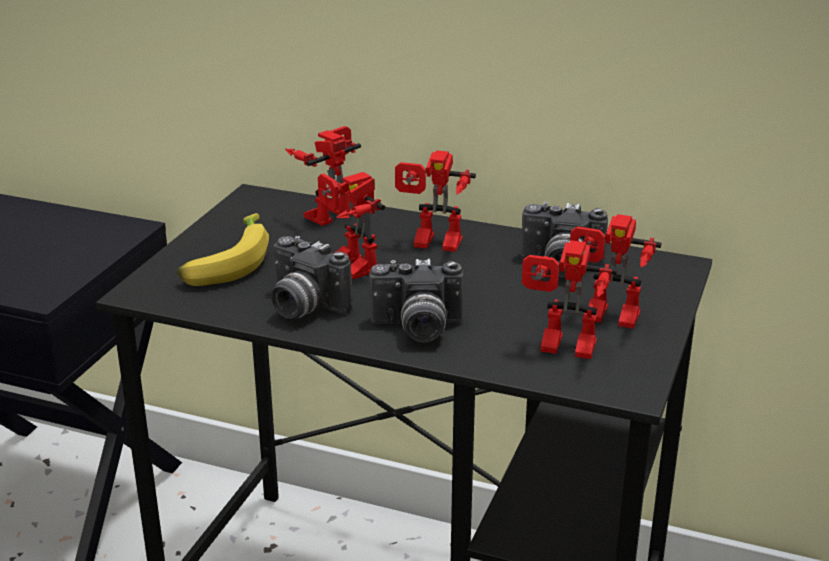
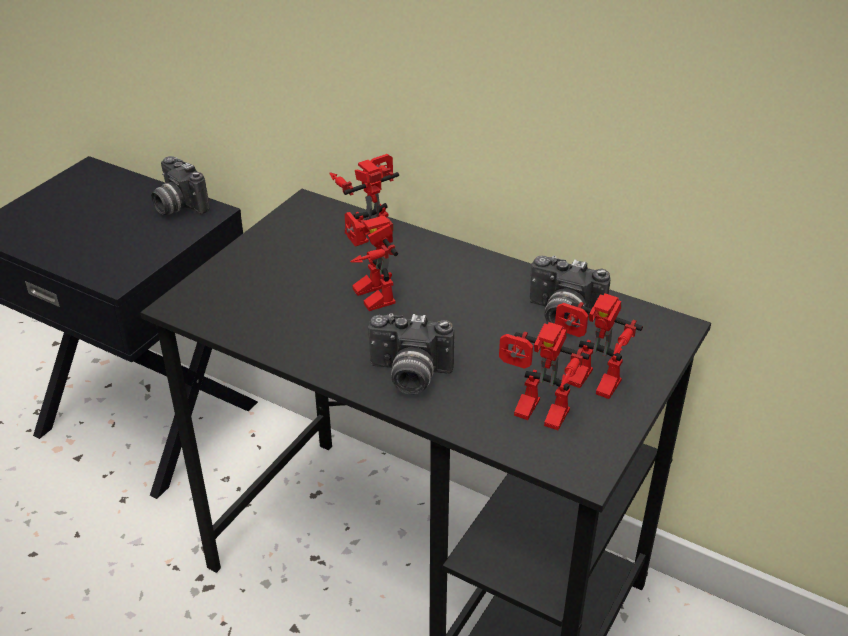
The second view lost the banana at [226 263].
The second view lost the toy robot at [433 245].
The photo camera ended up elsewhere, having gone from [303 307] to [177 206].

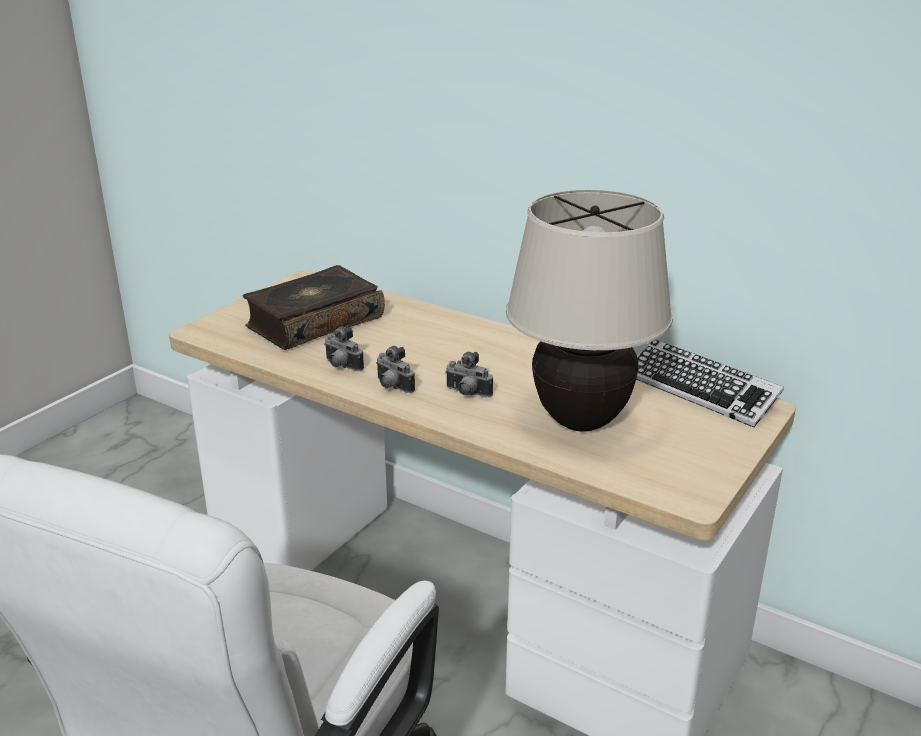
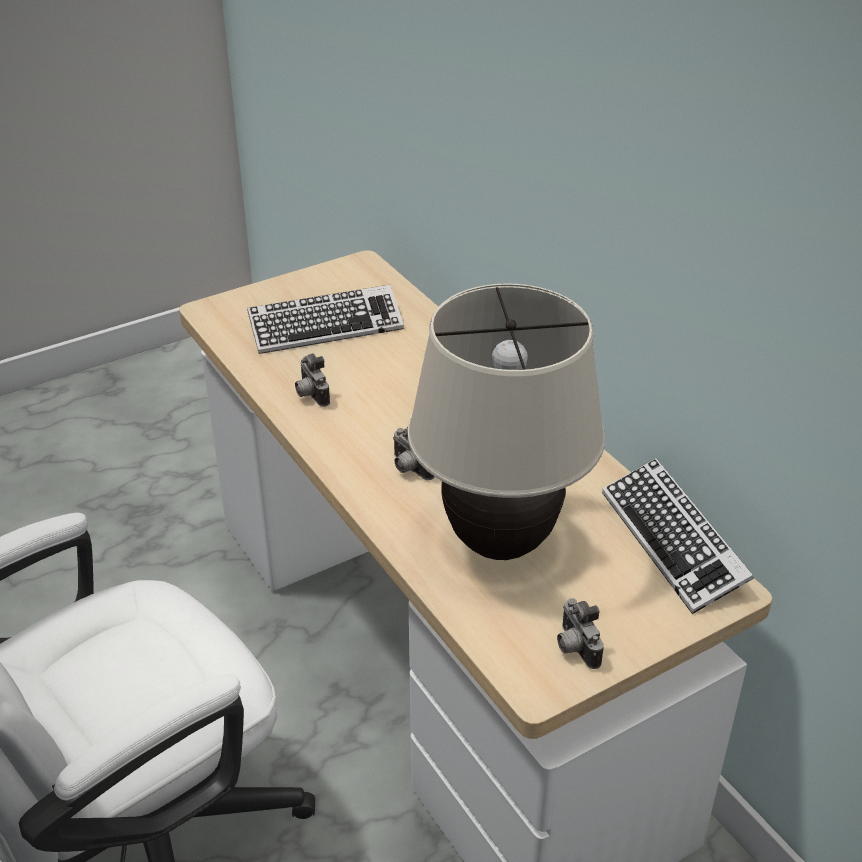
The photo camera ended up elsewhere, having gone from [392 387] to [574 648].
Where the book stood at [314 322], the keyboard came to stand at [326 327].

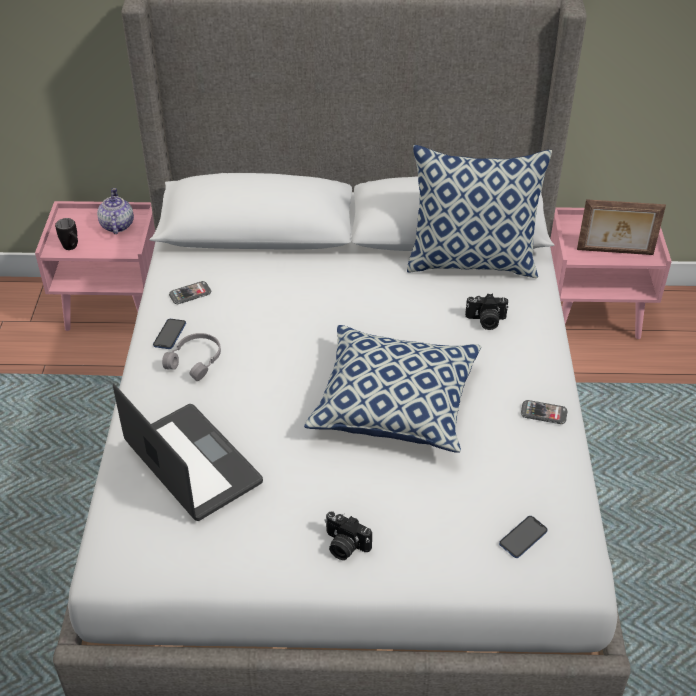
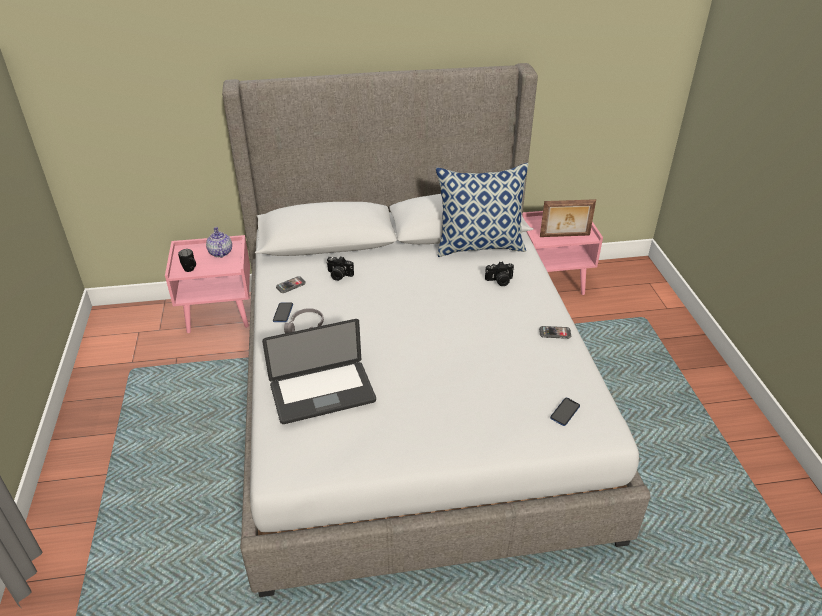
The second view lost the pillow at [395 404].
The photo camera ended up elsewhere, having gone from [344 546] to [338 275].
The laptop at [193 463] ended up facing another way, 120 degrees clockwise from before.

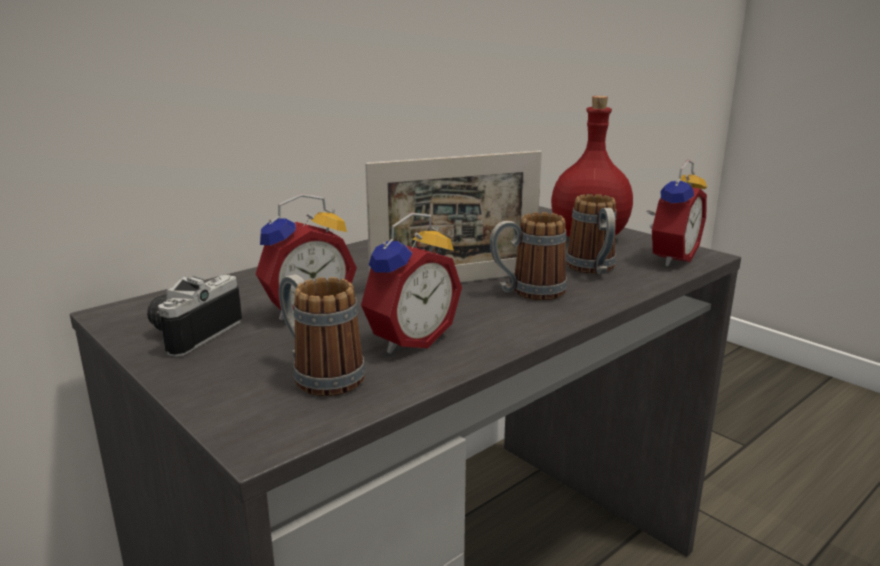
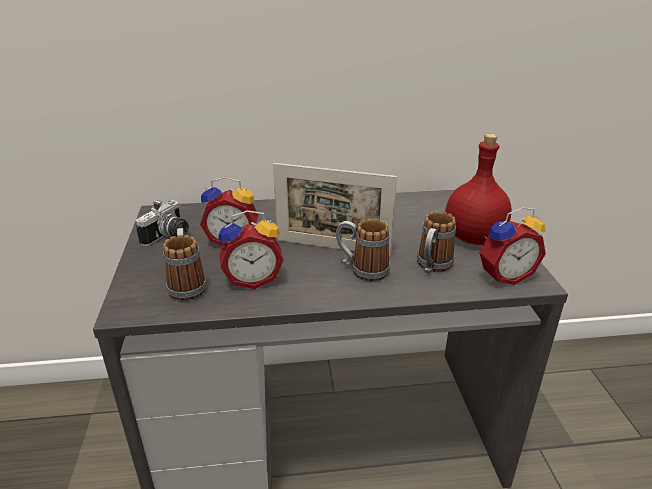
The photo camera at [190 333] ended up facing another way, 150 degrees clockwise from before.

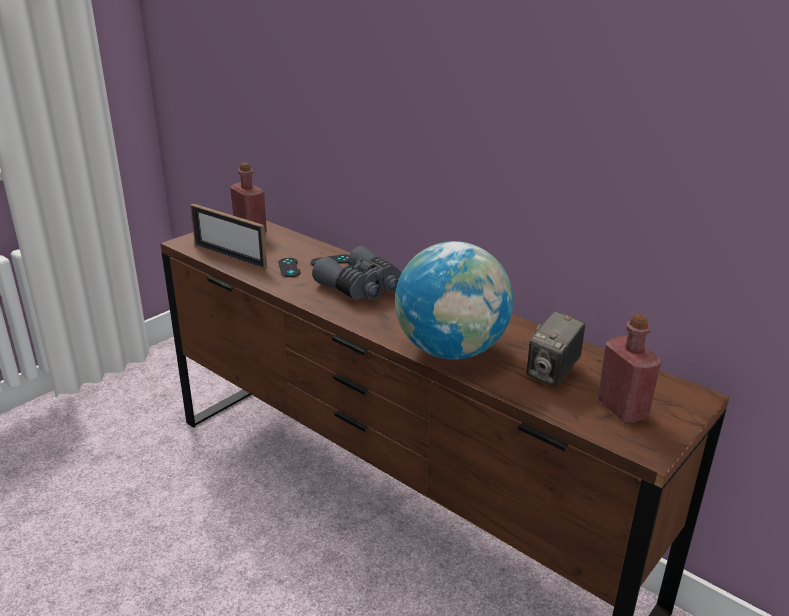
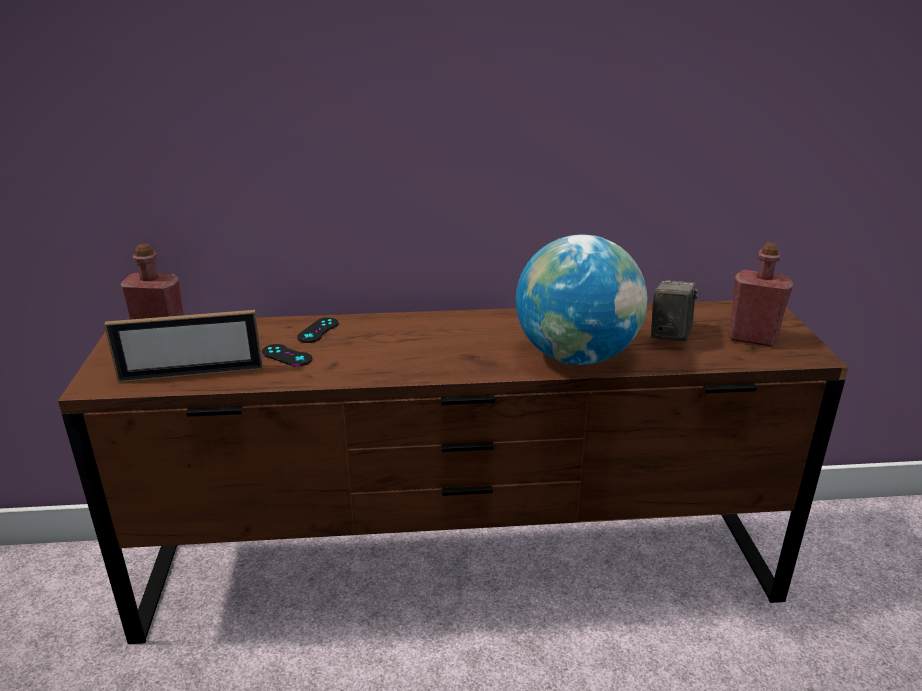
The second view lost the binoculars (grey) at [362 288].
The photo camera at [552 373] ended up facing another way, 150 degrees counterclockwise from before.

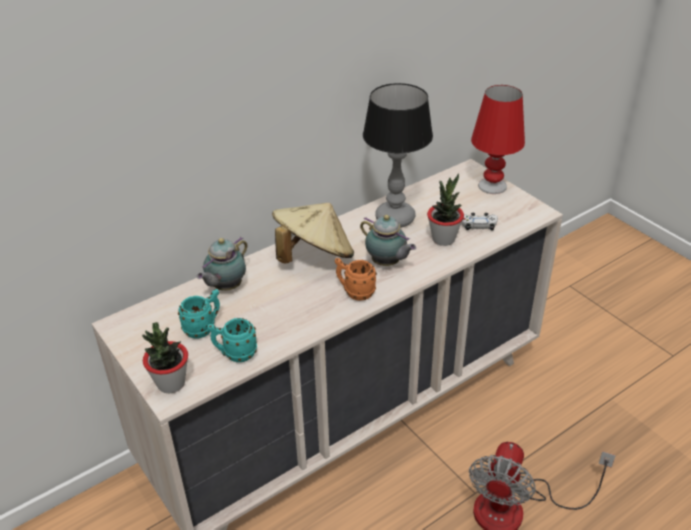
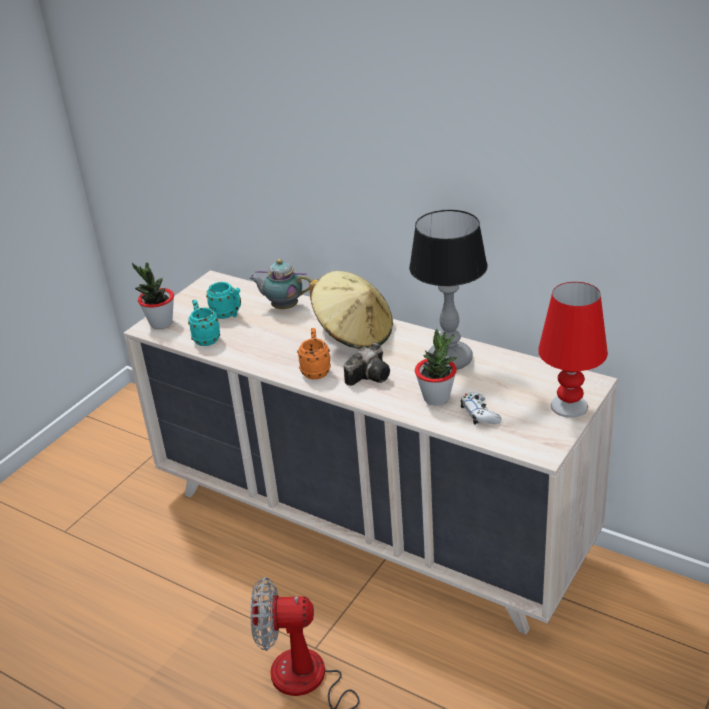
Where the teapot stood at [387 263], the photo camera came to stand at [370 375].

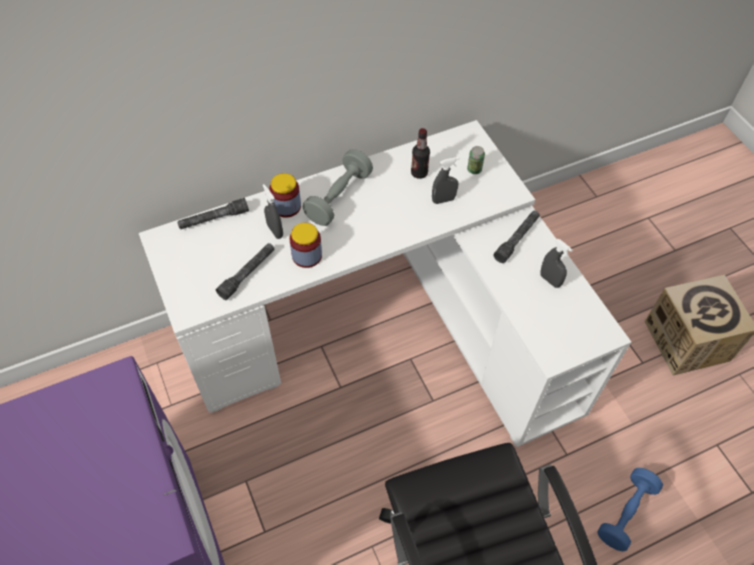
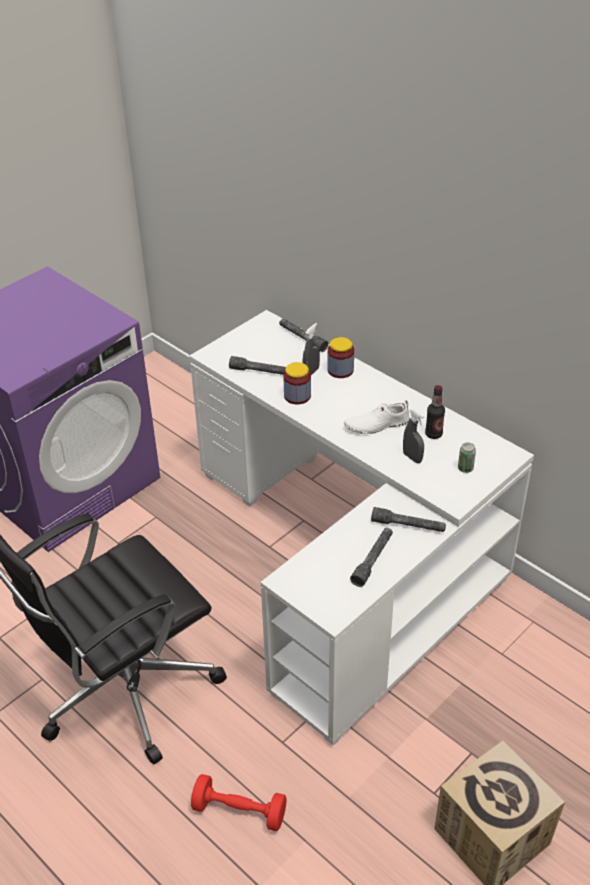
The second view lost the dumbbell (grey) at [338 197].
The second view gained the shoe (white) at [376 425].
Where the spray bottle (grey) stood at [550 280], the flashlight (grey) came to stand at [373 560].
What was the dumbbell (blue) at [626 513] turned into the dumbbell (red) at [239 811].

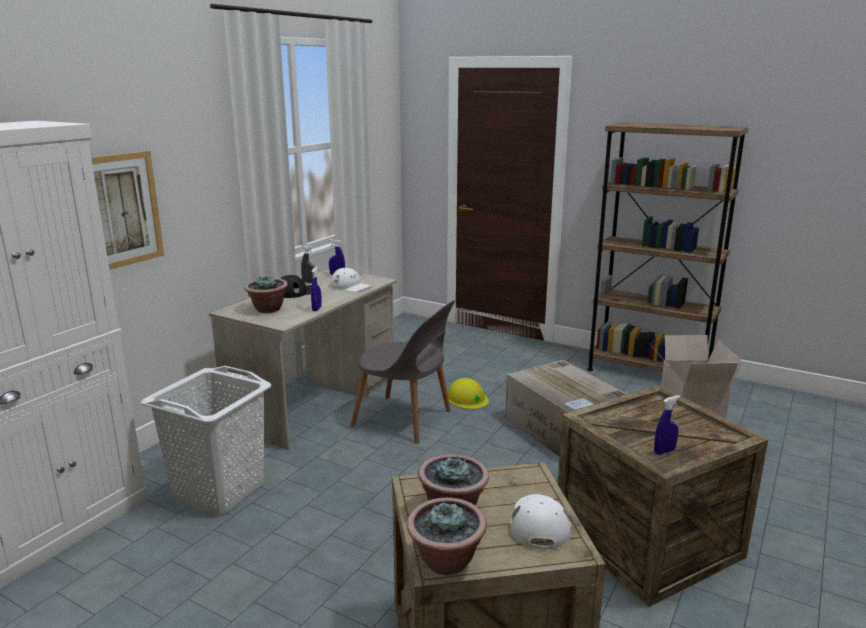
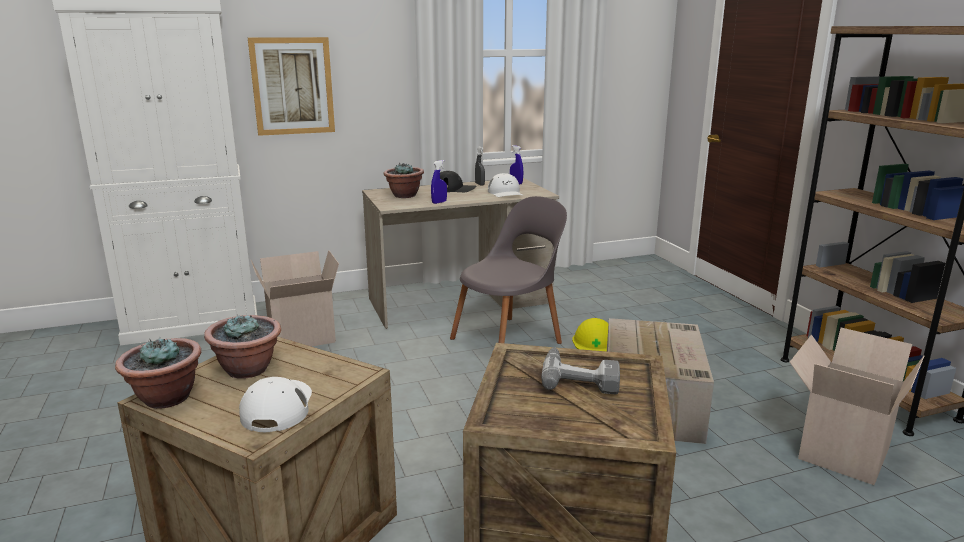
The second view lost the spray bottle (blue) at [664 451].
The second view gained the power drill at [580 377].
Where the laundry basket (white) stood at [218 491], the cardboard box came to stand at [301 338].
The chair (grey) at [405 419] ended up facing another way, 105 degrees counterclockwise from before.
The cap (white) at [539 523] ended up facing another way, 45 degrees counterclockwise from before.

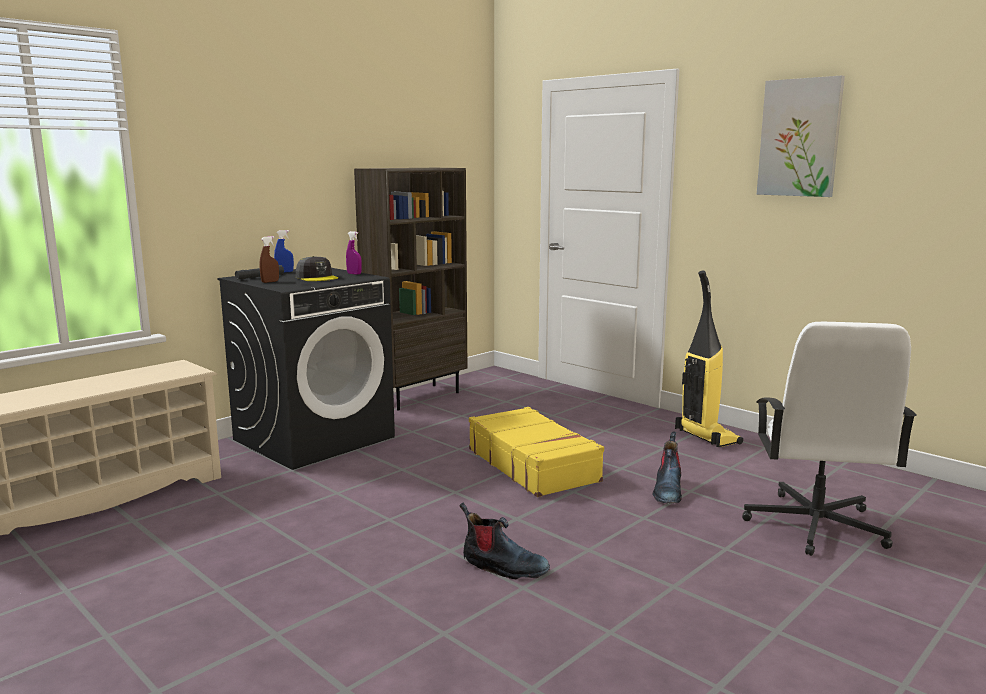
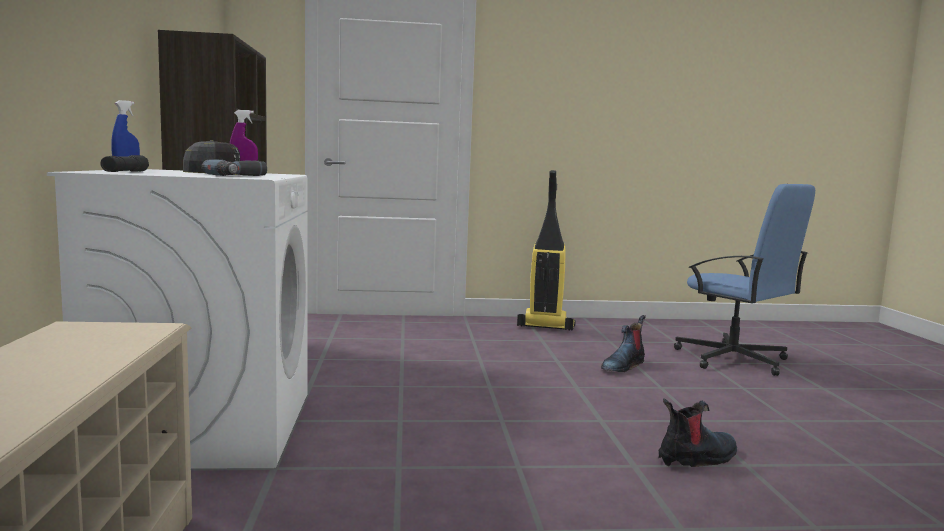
The second view lost the spray bottle (brown) at [270 282].
The second view lost the suitcase (yellow) at [533 465].
The second view lost the picture at [799 138].
The second view gained the power drill at [242 176].
What was the washing machine (black) at [314 438] turned into the washing machine (white) at [205 426].
What was the office chair (white) at [815 526] turned into the office chair (blue) at [733 359].
The boot at [667 491] ended up facing another way, 75 degrees clockwise from before.

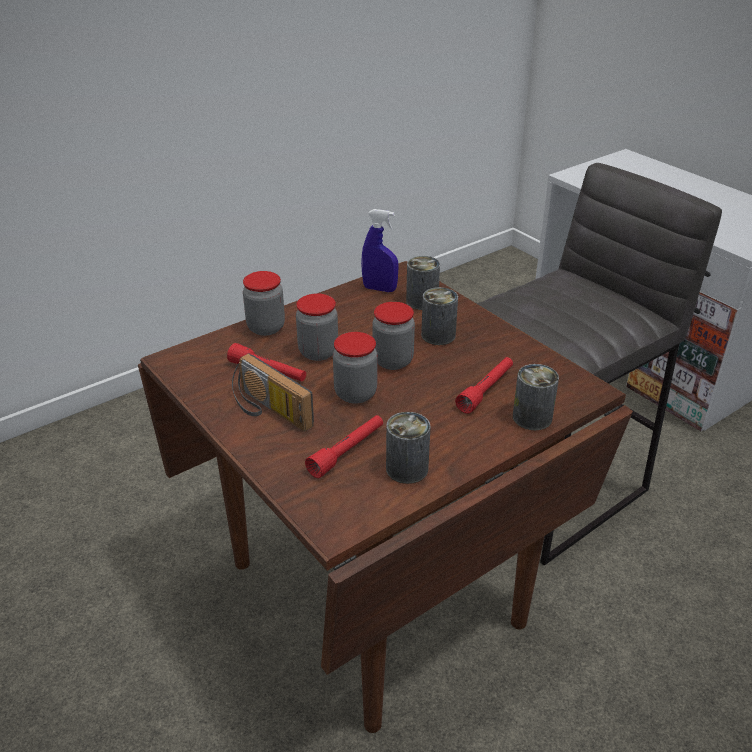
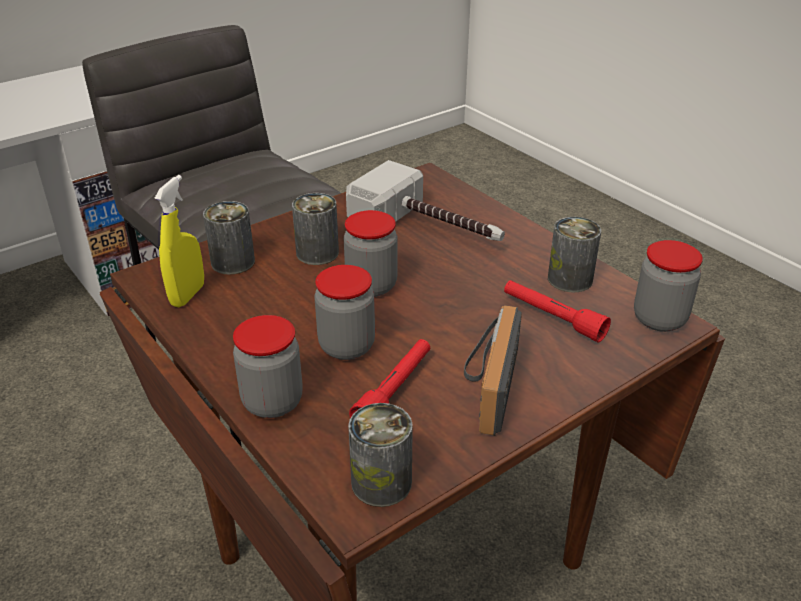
The jar ended up elsewhere, having gone from [355 394] to [659 319].
The can ended up elsewhere, having gone from [532 417] to [381 482].
Where the flashlight (red) stood at [486 390], the hammer came to stand at [430 228].
What was the spray bottle (blue) at [379 289] turned into the spray bottle (yellow) at [187 295].
The radio at [268 411] ended up facing another way, 150 degrees clockwise from before.

